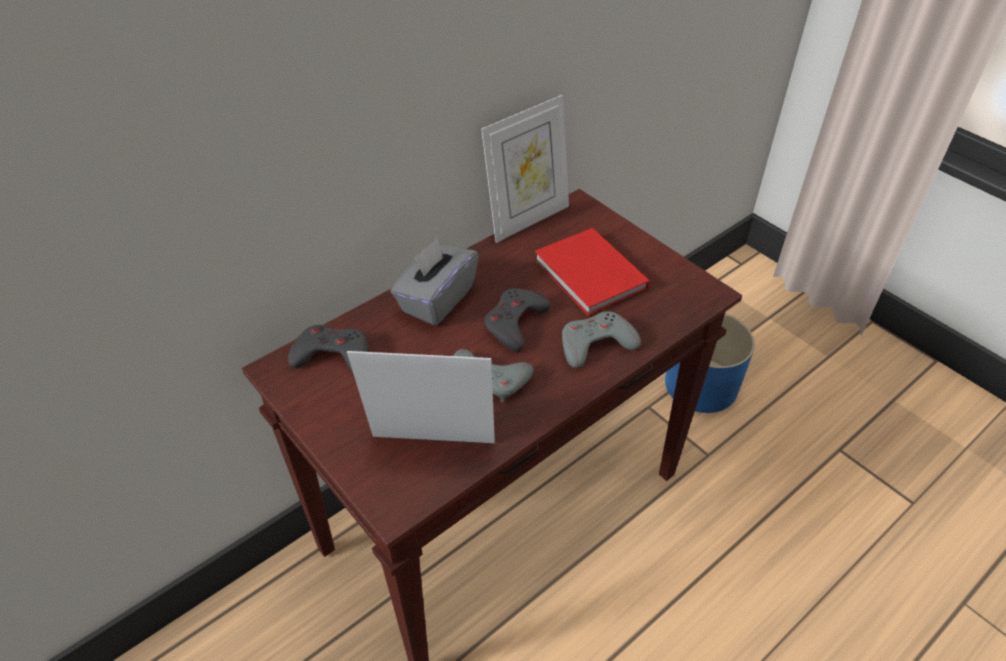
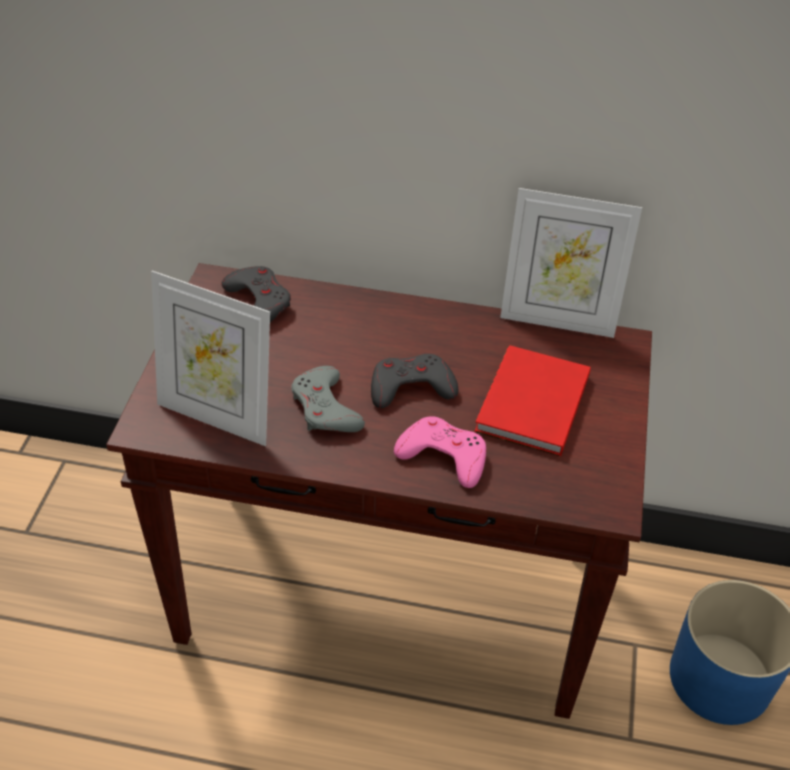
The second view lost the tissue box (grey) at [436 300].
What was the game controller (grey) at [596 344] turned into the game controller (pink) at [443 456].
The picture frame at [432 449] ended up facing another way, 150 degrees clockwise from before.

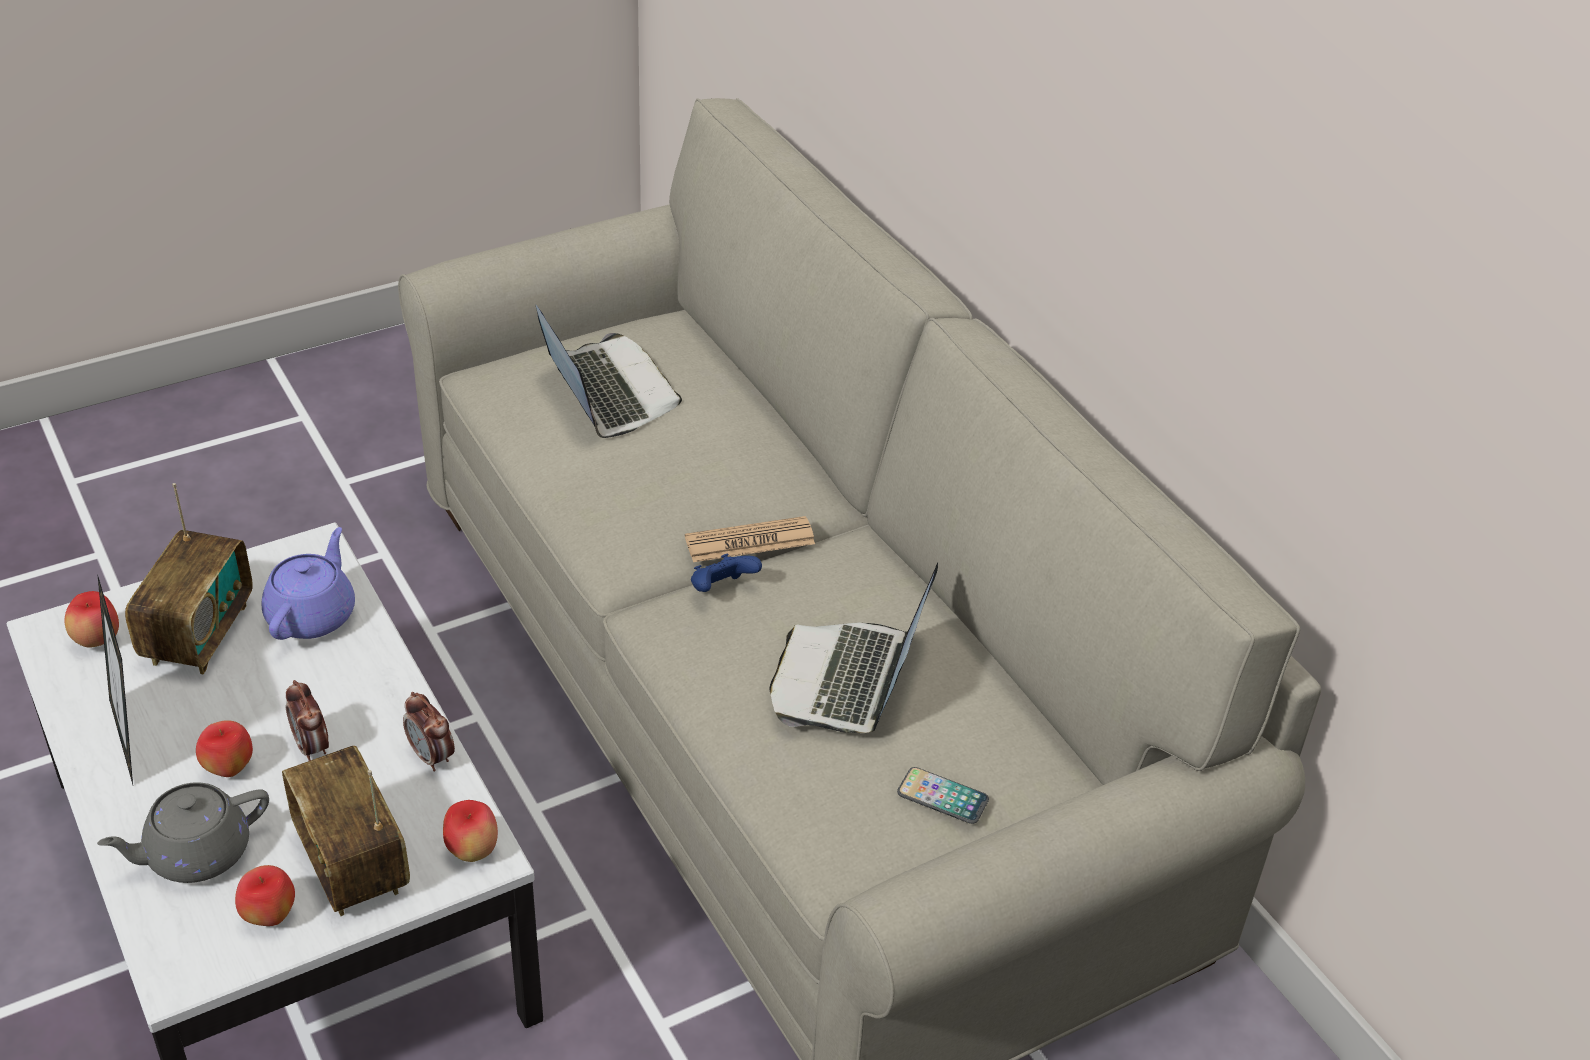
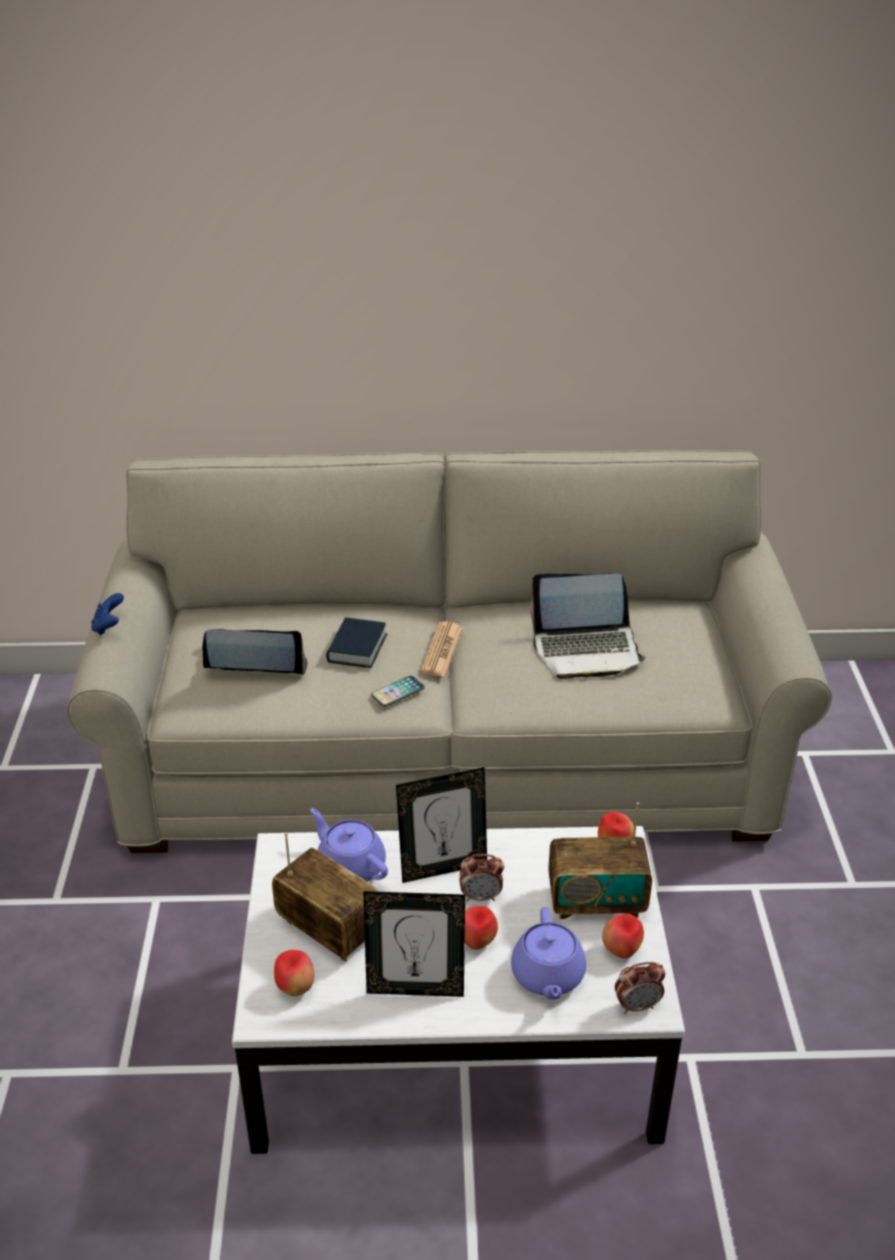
The second view gained the book at [357 648].
The second view gained the picture frame at [443 868].
The alarm clock ended up elsewhere, having gone from [431 757] to [637 1006].
The game controller (blue) ended up elsewhere, having gone from [721 590] to [109 626].
The phone ended up elsewhere, having gone from [942 797] to [398 692].
What was the teapot (grey) at [195 854] turned into the teapot (purple) at [547 976].
The laptop at [848 681] ended up facing another way, 45 degrees counterclockwise from before.

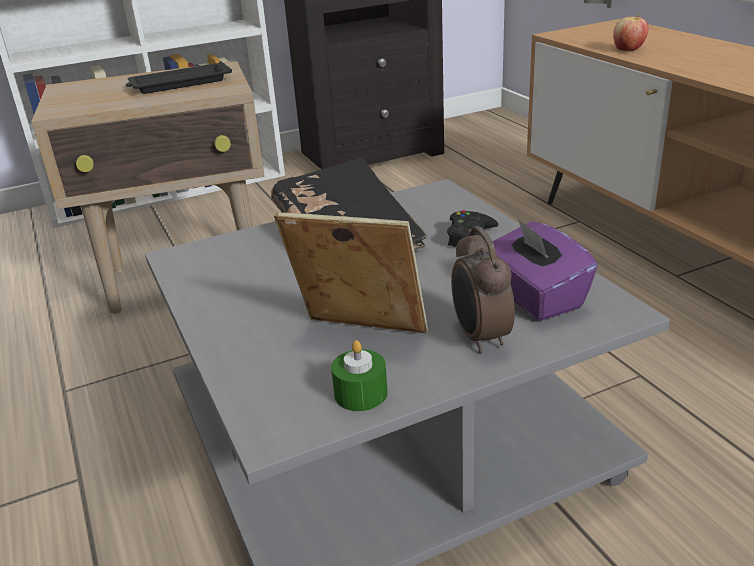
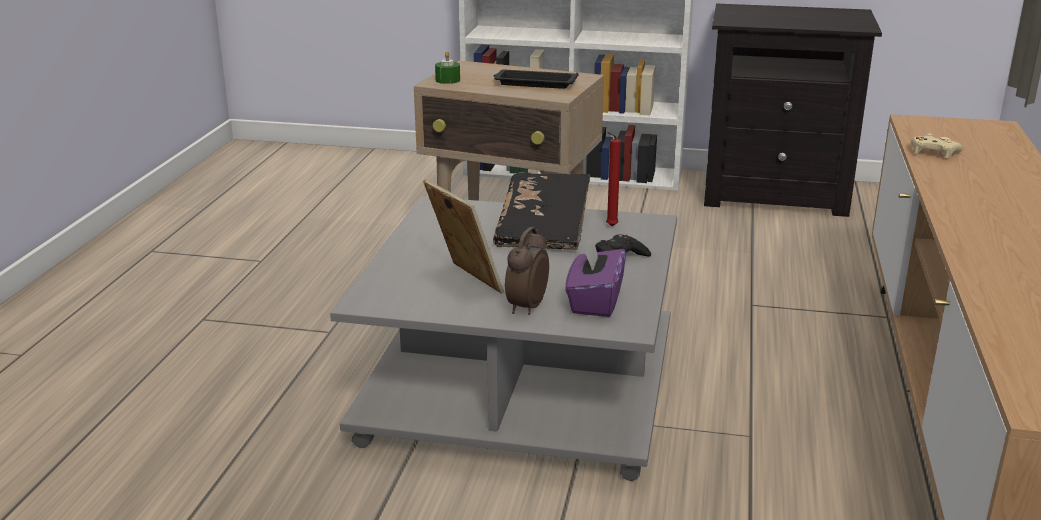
The second view gained the candle (red) at [610 226].
The candle (green) ended up elsewhere, having gone from [360 393] to [447 80].
Where the apple stood at [628 50], the game controller (beige) came to stand at [934 152].

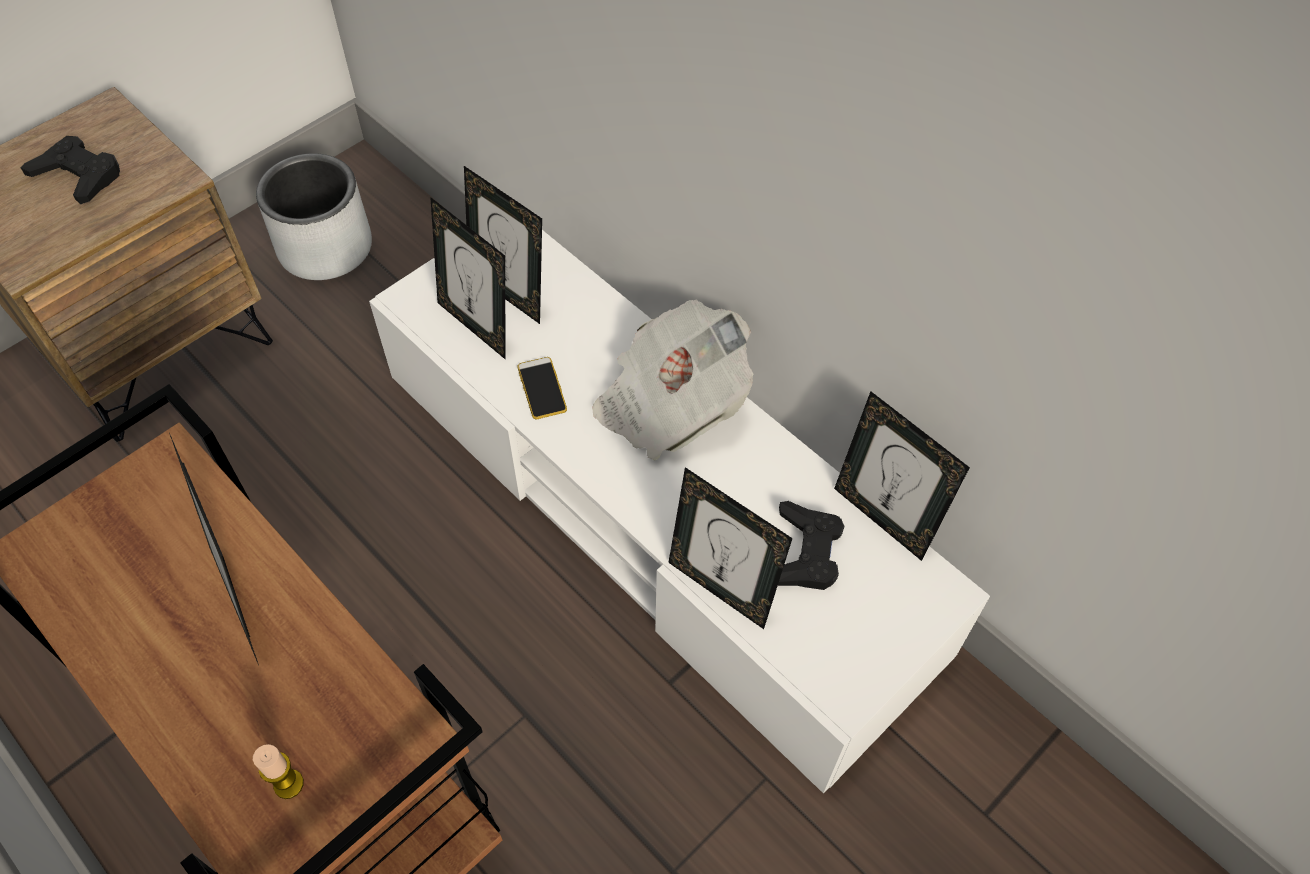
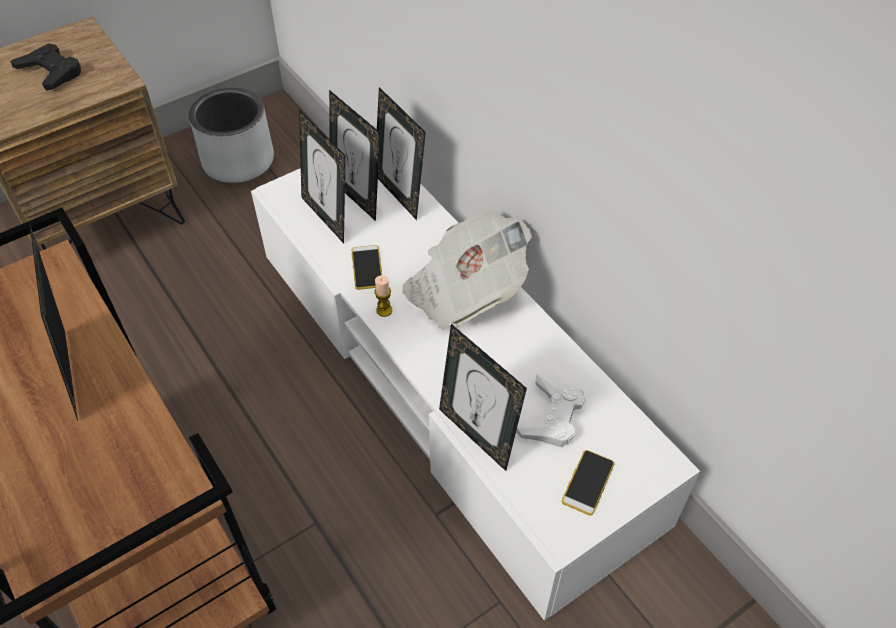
The second view gained the phone at [588 482].
The candle ended up elsewhere, having gone from [288 784] to [384 310].
The picture frame ended up elsewhere, having gone from [883 518] to [400 194].
What was the game controller (black) at [805 552] turned into the game controller (white) at [552 416].

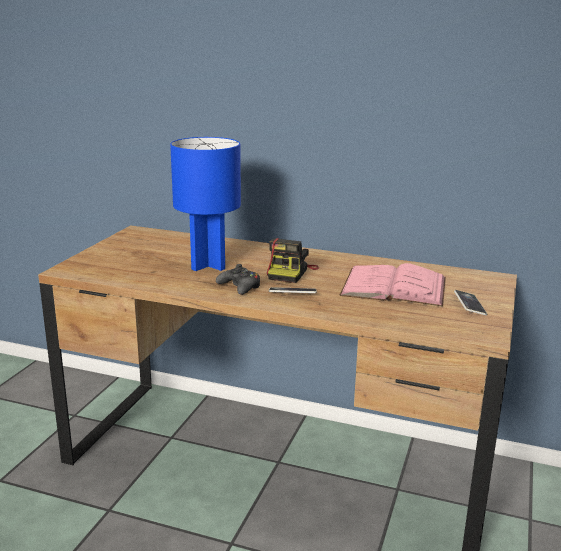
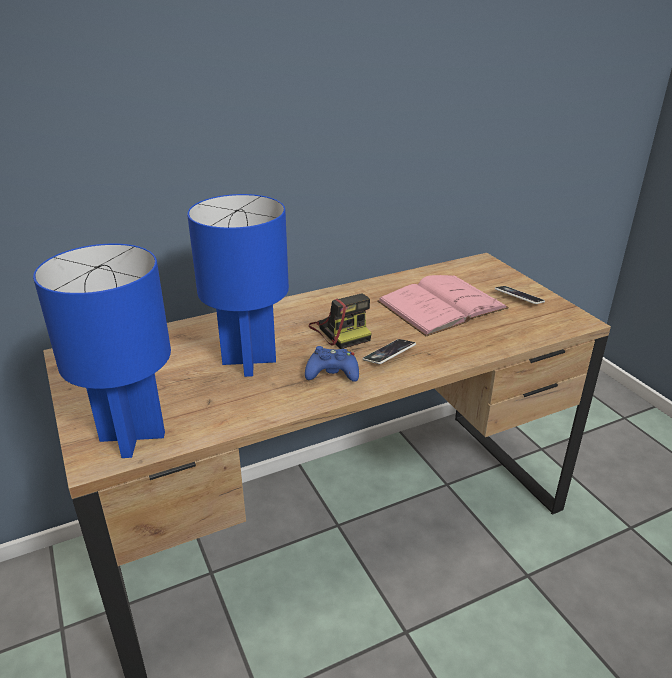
The second view gained the table lamp (blue) at [131 436].
What was the game controller (black) at [240 287] turned into the game controller (blue) at [332 372].

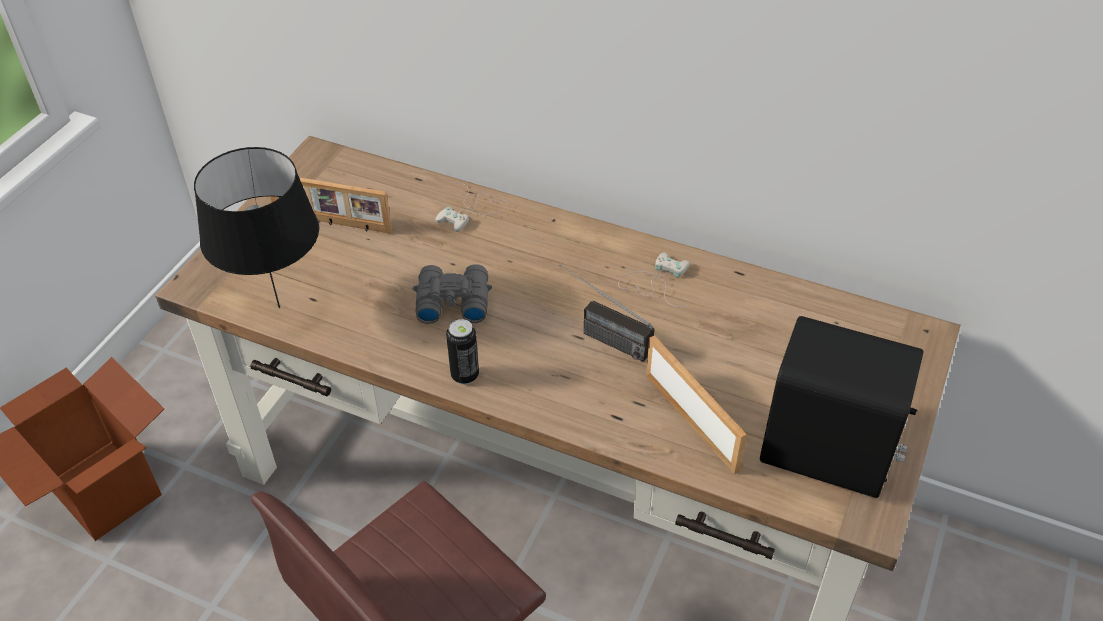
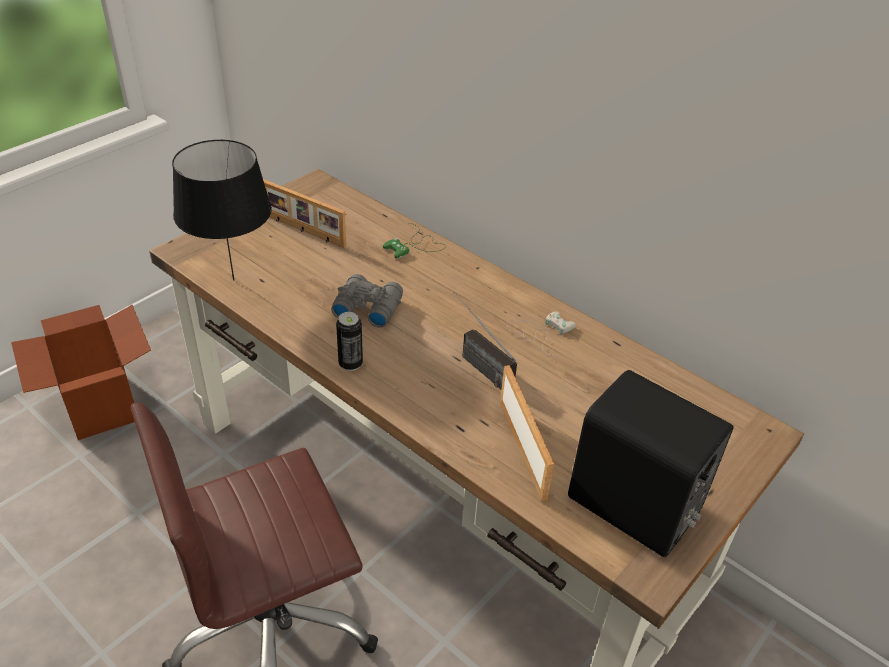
What was the game controller (white) at [472 210] turned into the game controller (green) at [415 246].

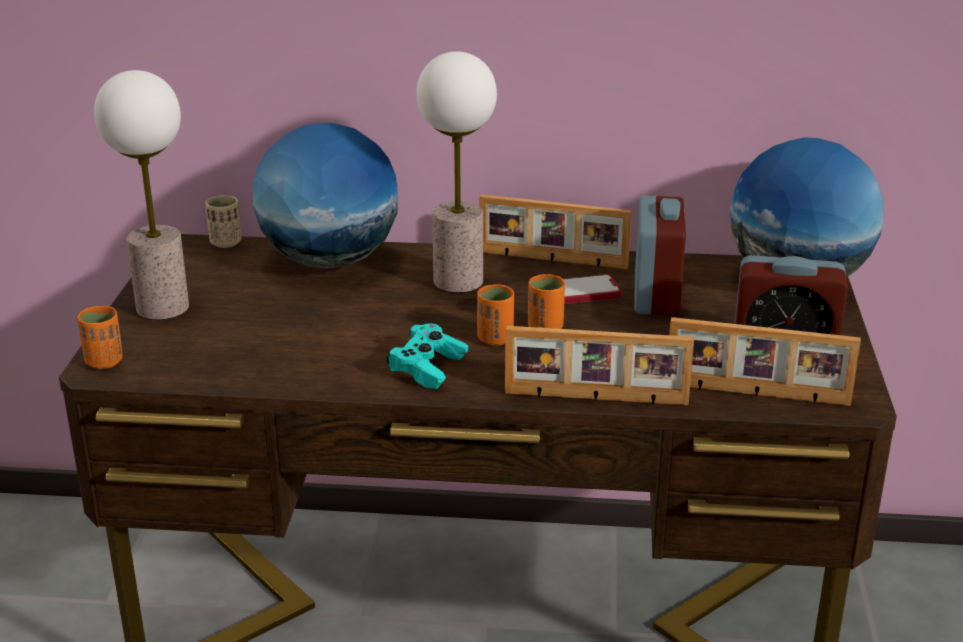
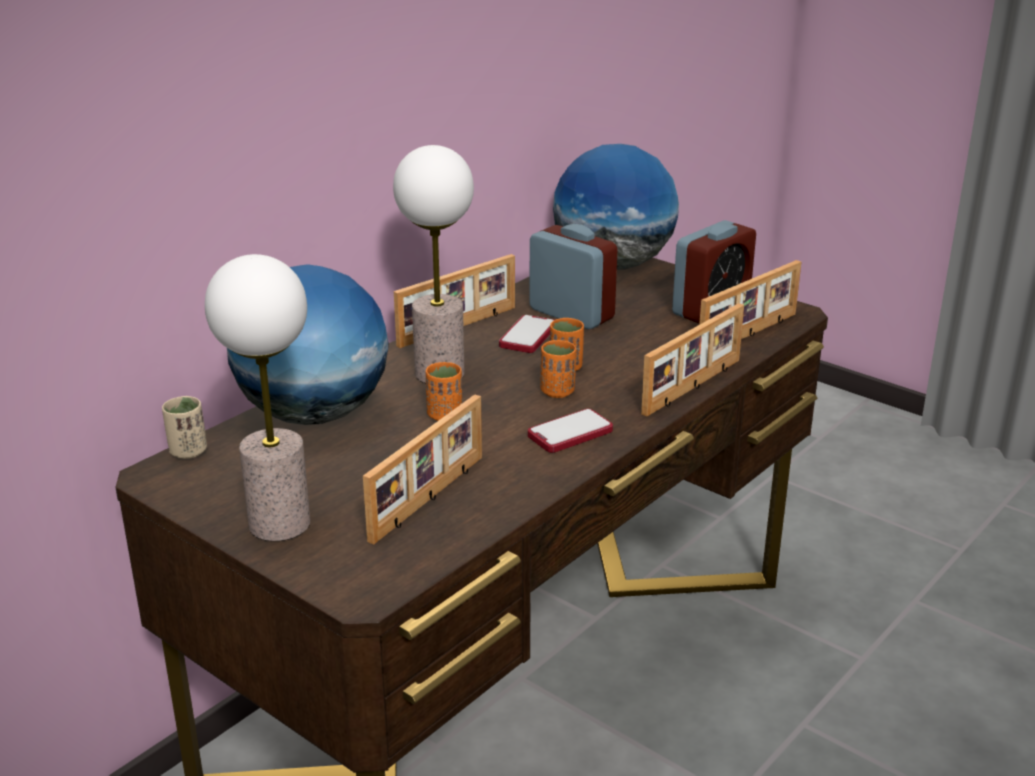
The second view gained the picture frame at [430 498].
The cup (orange) ended up elsewhere, having gone from [104 362] to [444 415].
Where the game controller (turquoise) stood at [427 368], the phone came to stand at [570 433].

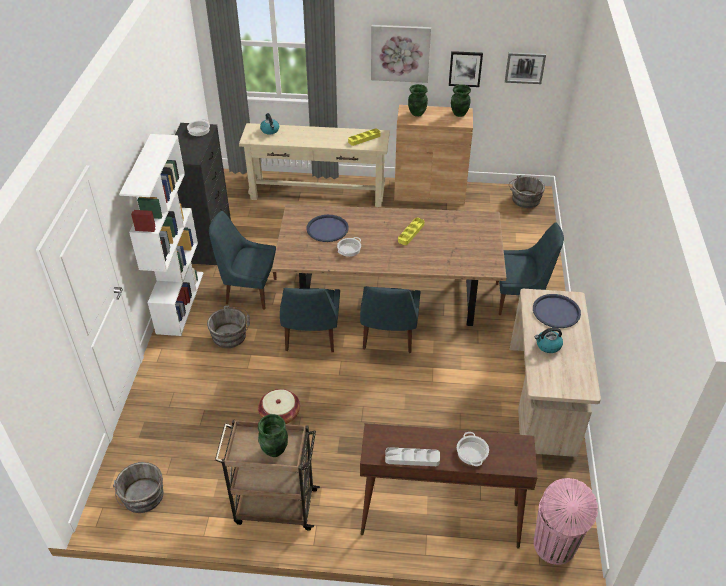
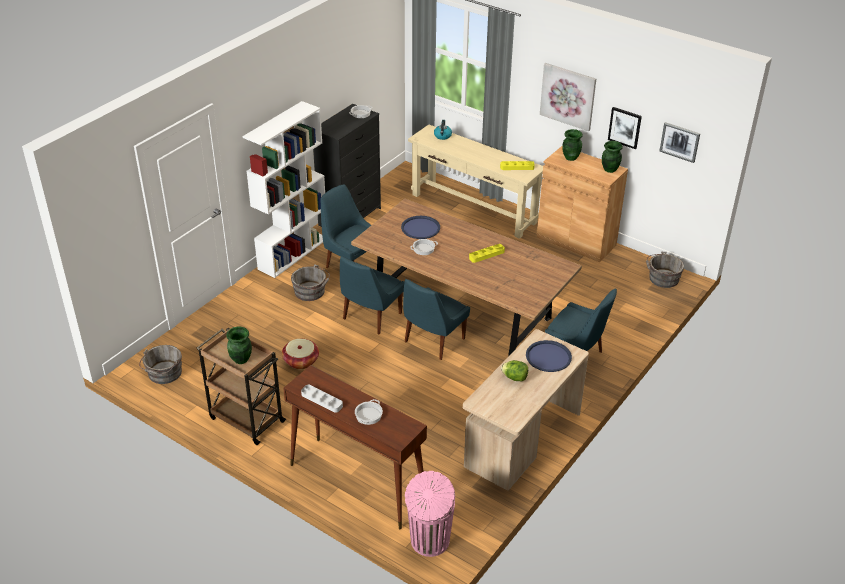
Where the kettle stood at [548 345], the lettuce came to stand at [514 378].

